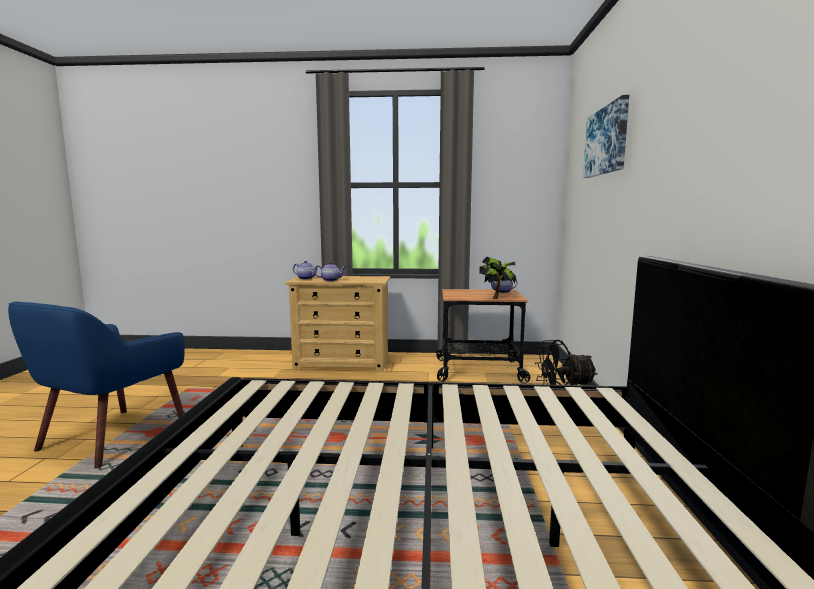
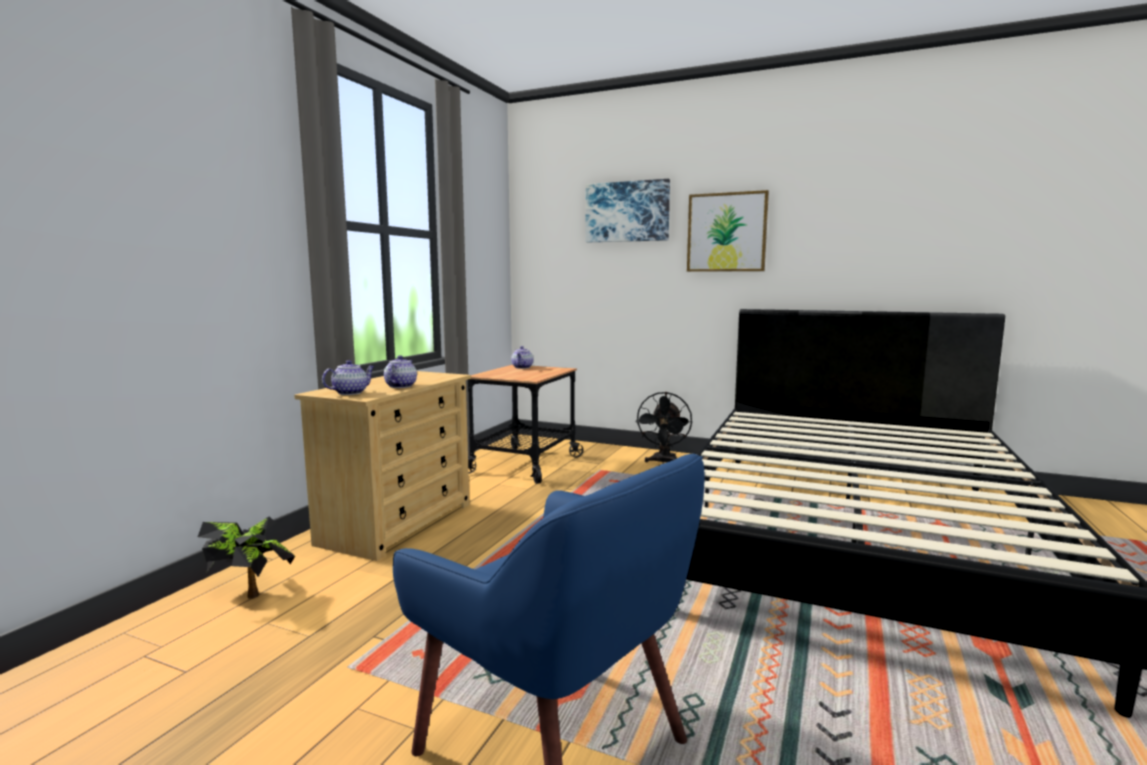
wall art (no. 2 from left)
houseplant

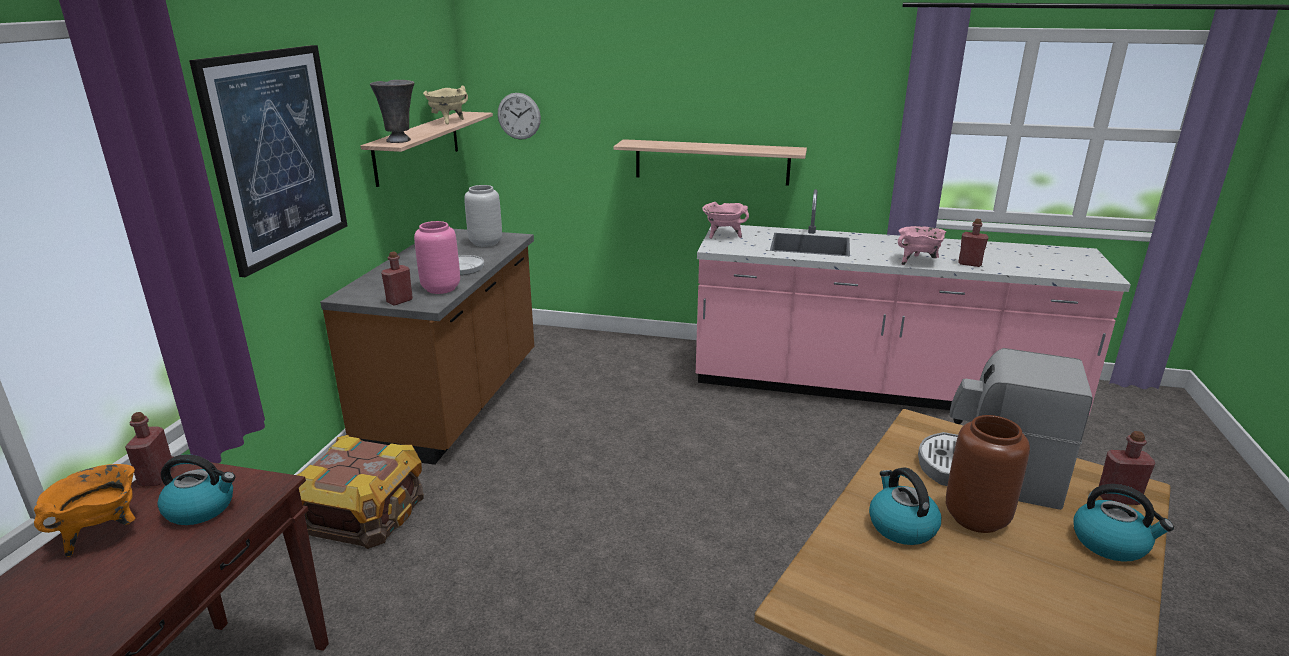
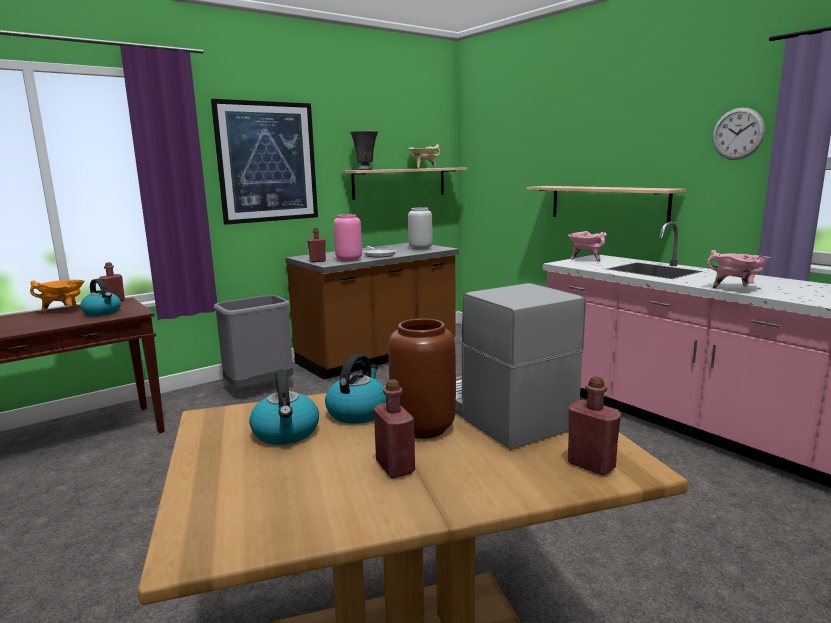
hanging clock
reddish drink bottle (no. 3 from left)
kettle (no. 2 from left)
grey trash can

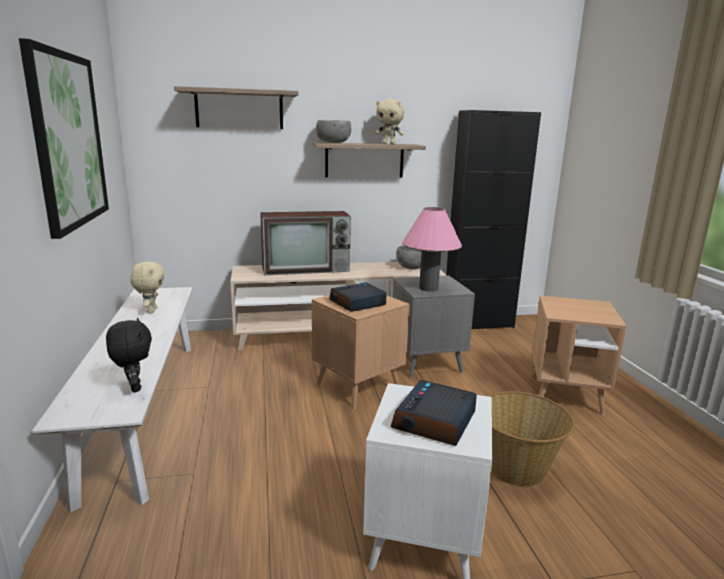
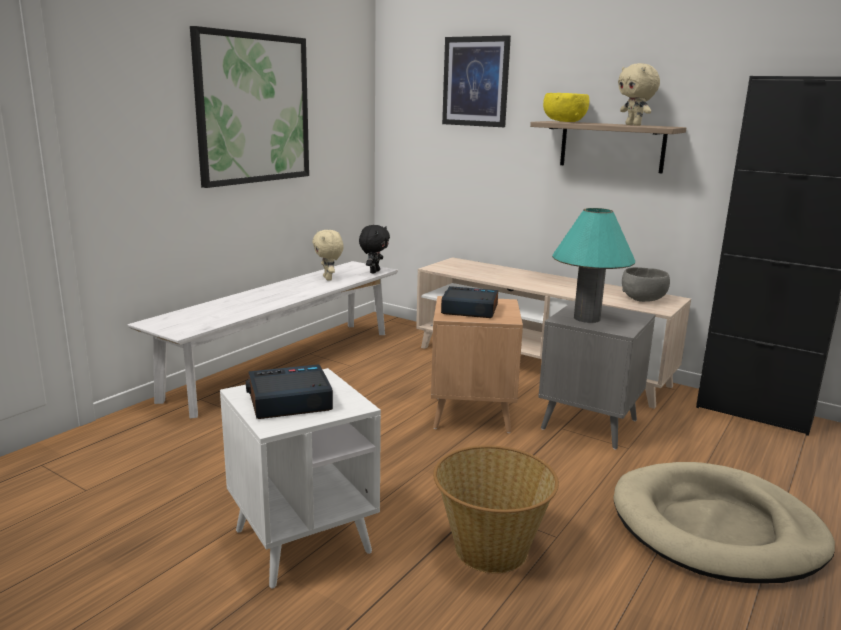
television
blackish soft toy
wall art (no. 2 from left)
sand-coloured dog cushion
yellow-coloured bowl
turquoise tabletop lamp
sand-coloured soft toy (no. 1 from left)

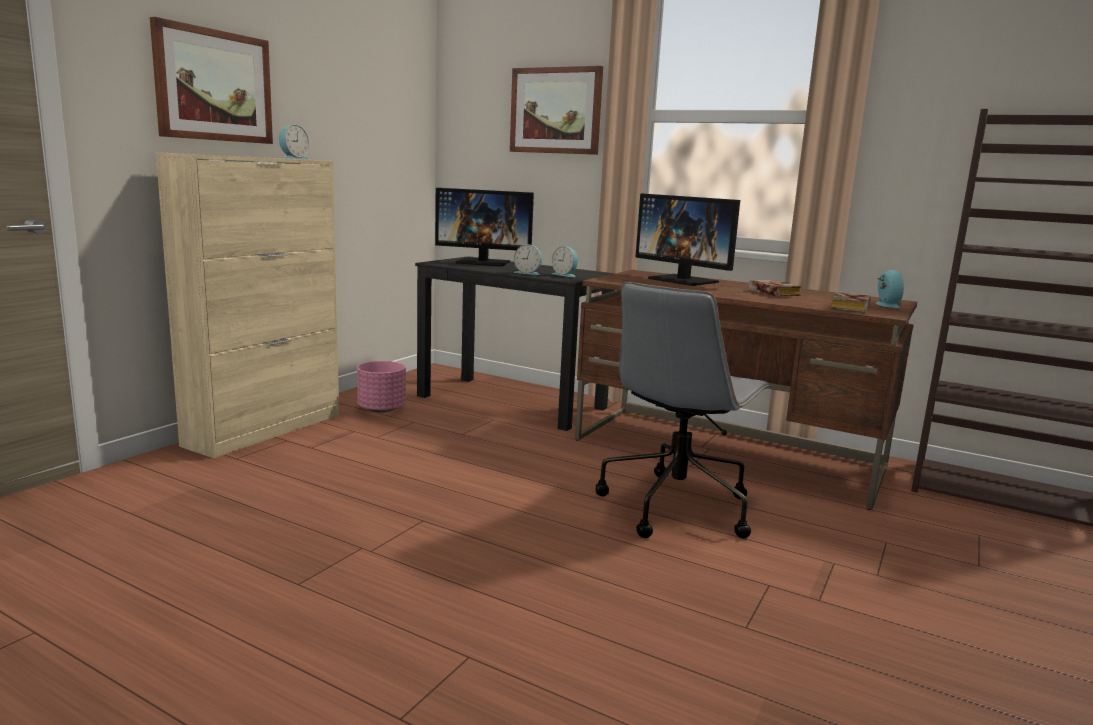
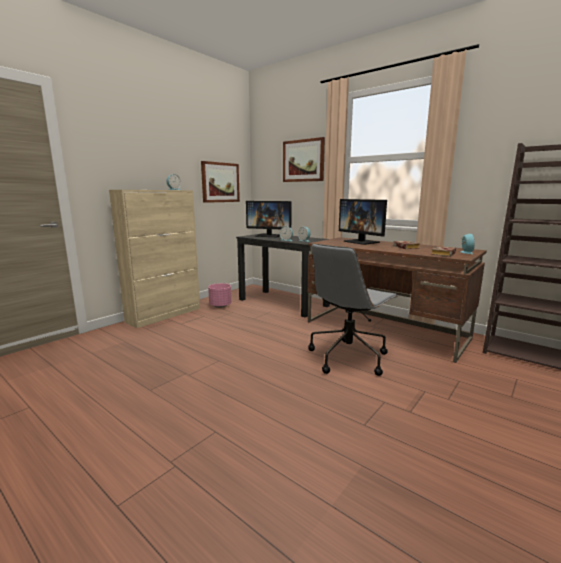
wall art (no. 1 from left)

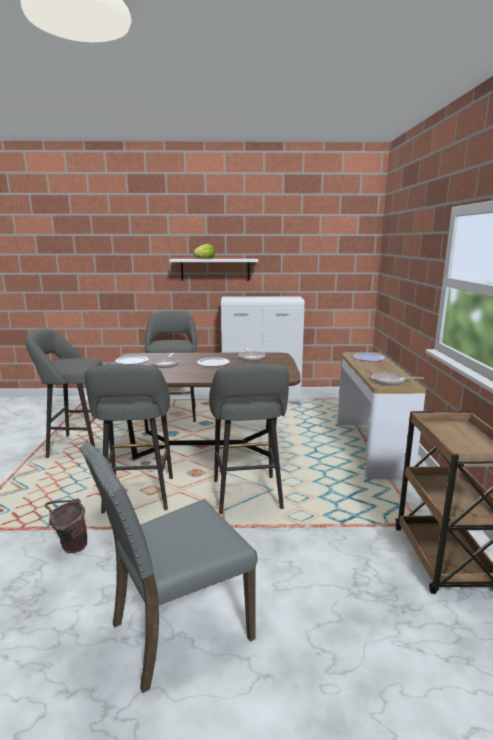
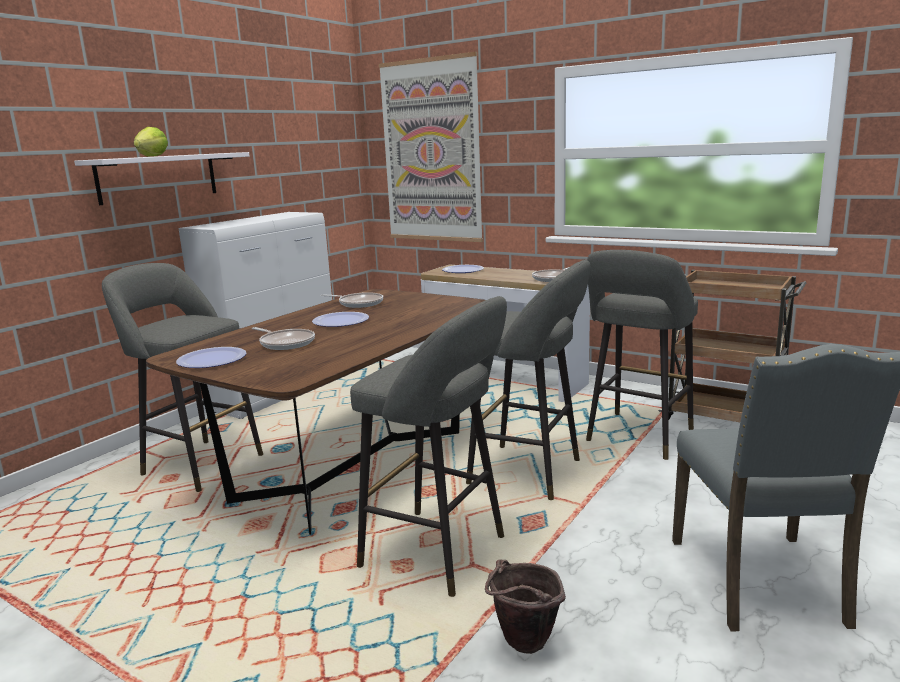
wall art
grey stool (no. 4 from left)

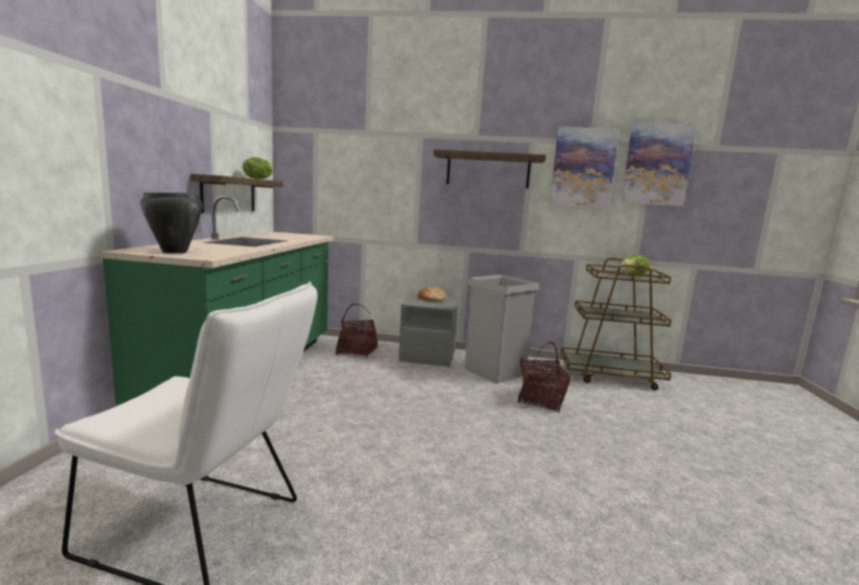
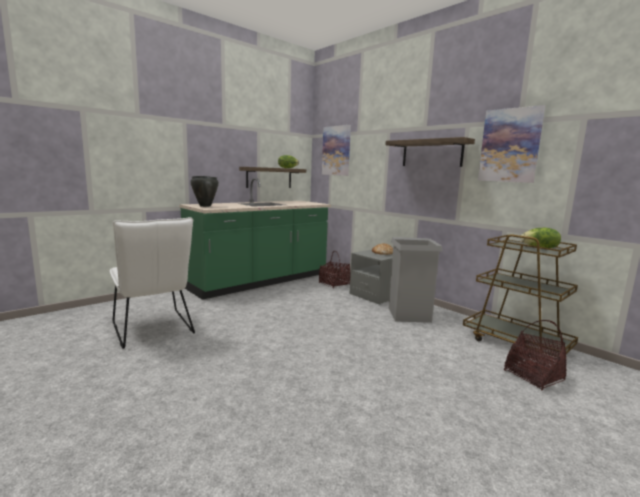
storage basket (no. 2 from left)
wall art (no. 1 from left)

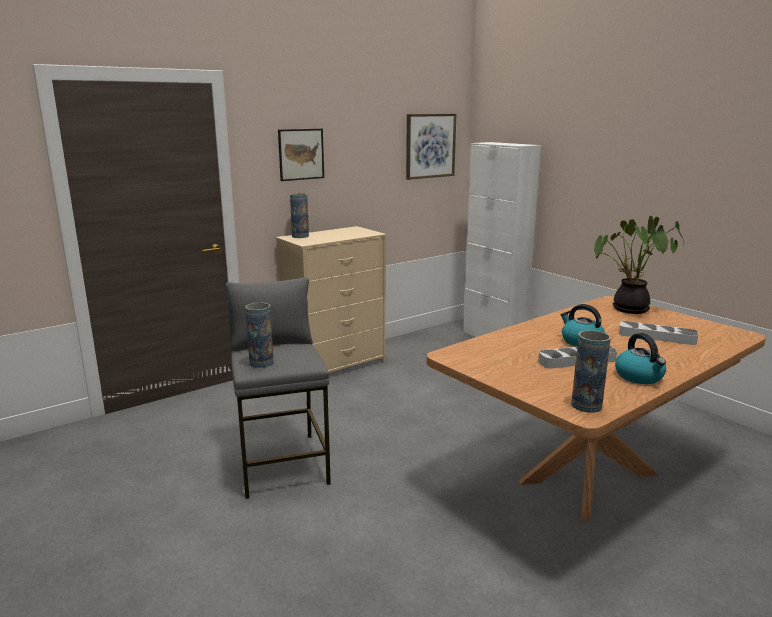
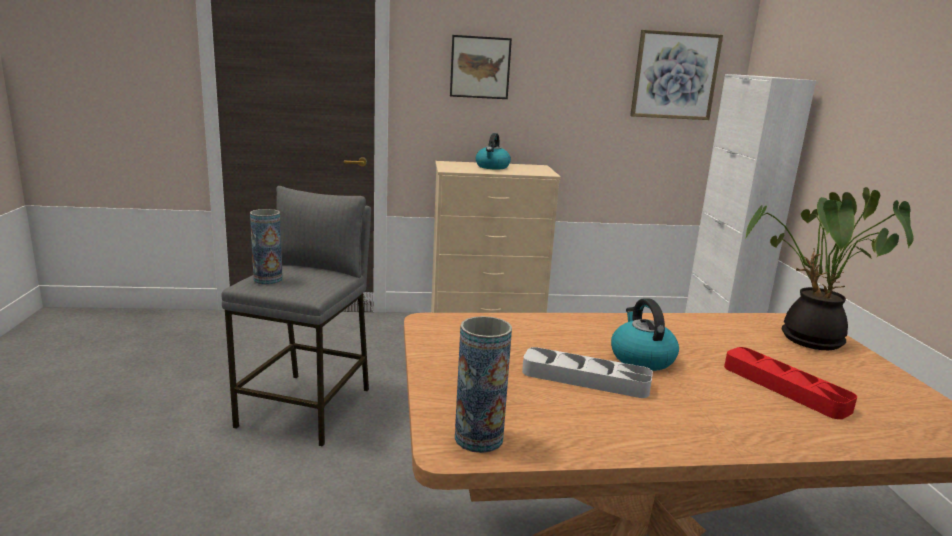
decorative vase (no. 2 from left in the first image)
kettle (no. 1 from left)
reddish tray

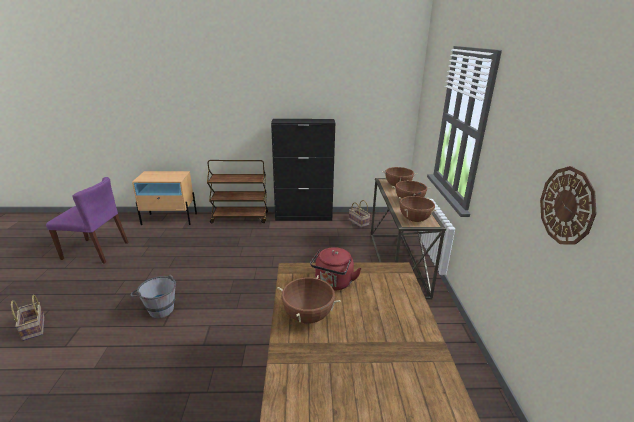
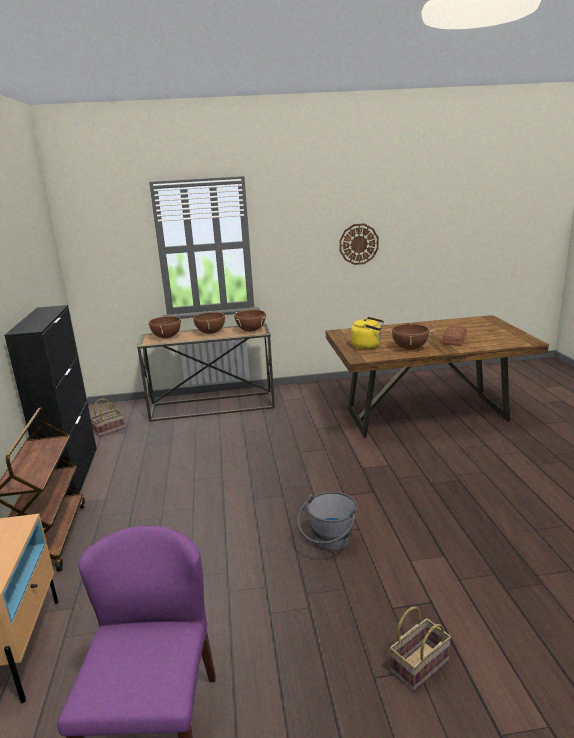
bakery bread
yellow-coloured kettle

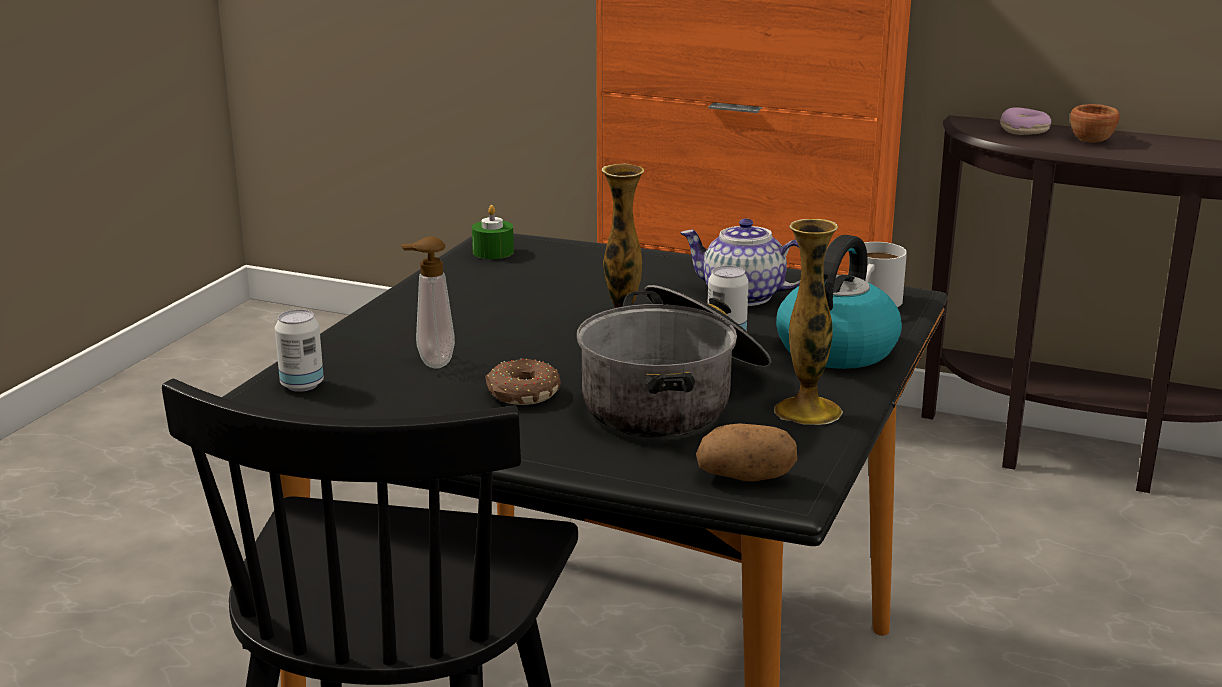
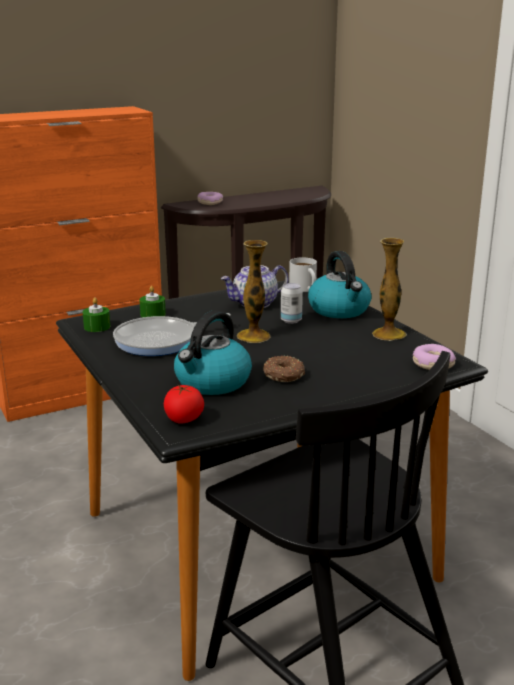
saucepot
brown small cup
pan
green candle (no. 2 from left)
whole tomato
kettle (no. 1 from left)
doughnut (no. 3 from left)

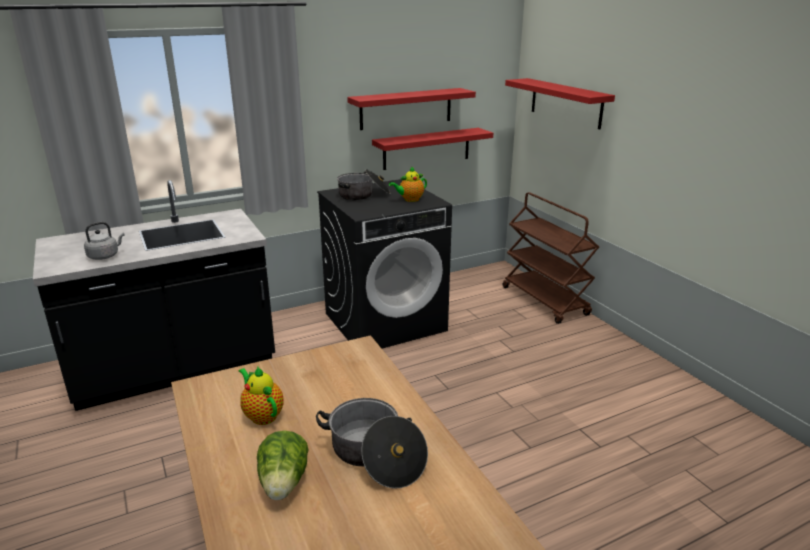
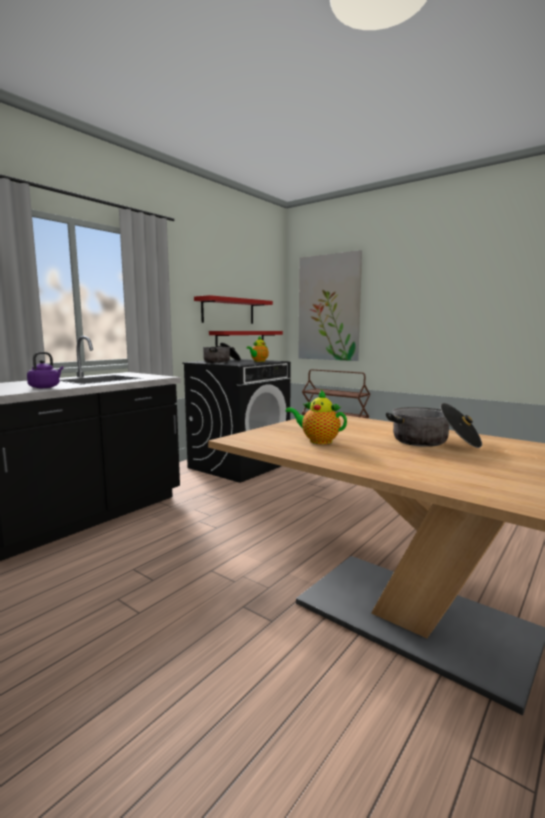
lettuce head
wall art
purple kettle

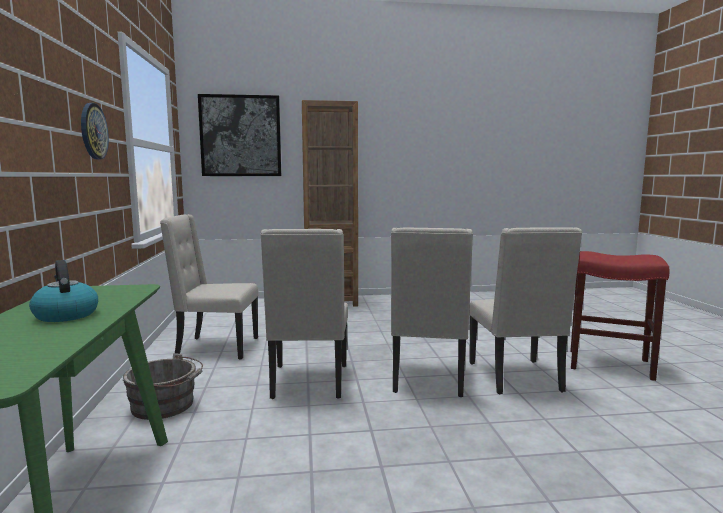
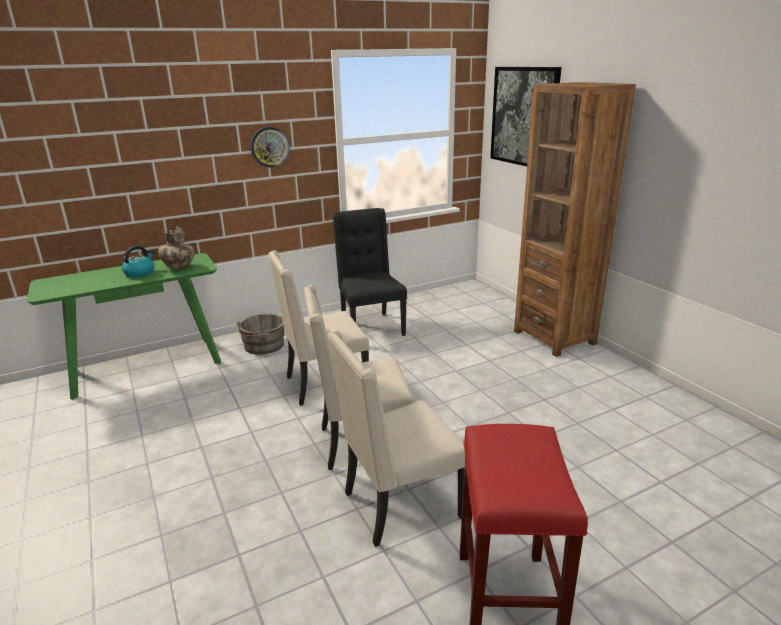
decorative vase
blackish plain chair

